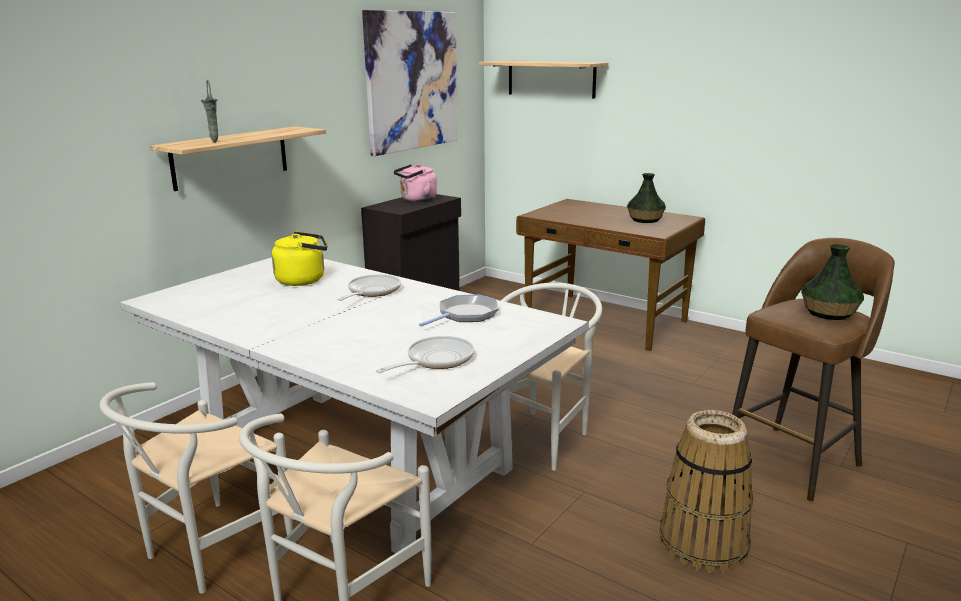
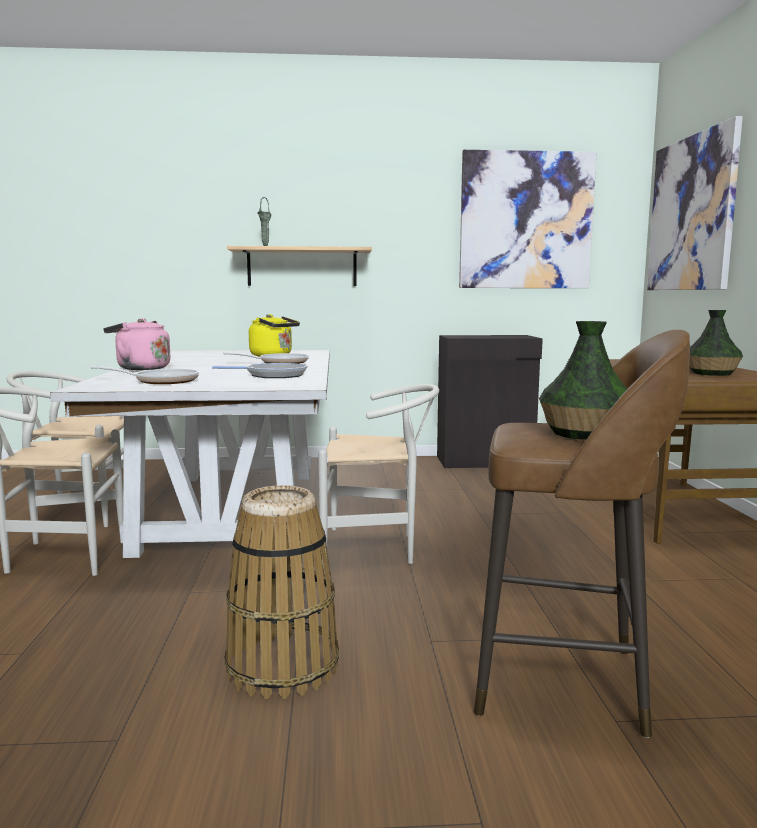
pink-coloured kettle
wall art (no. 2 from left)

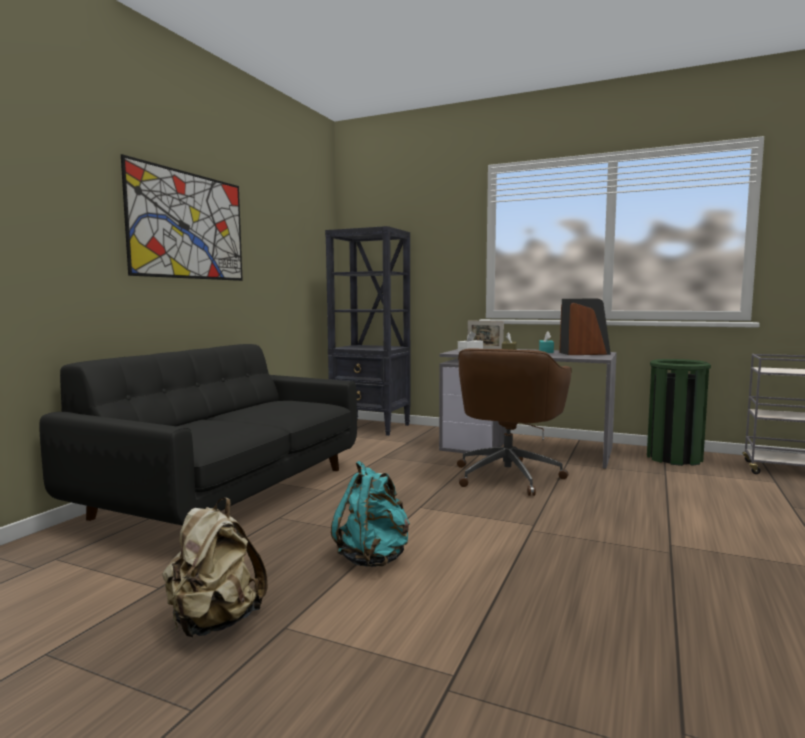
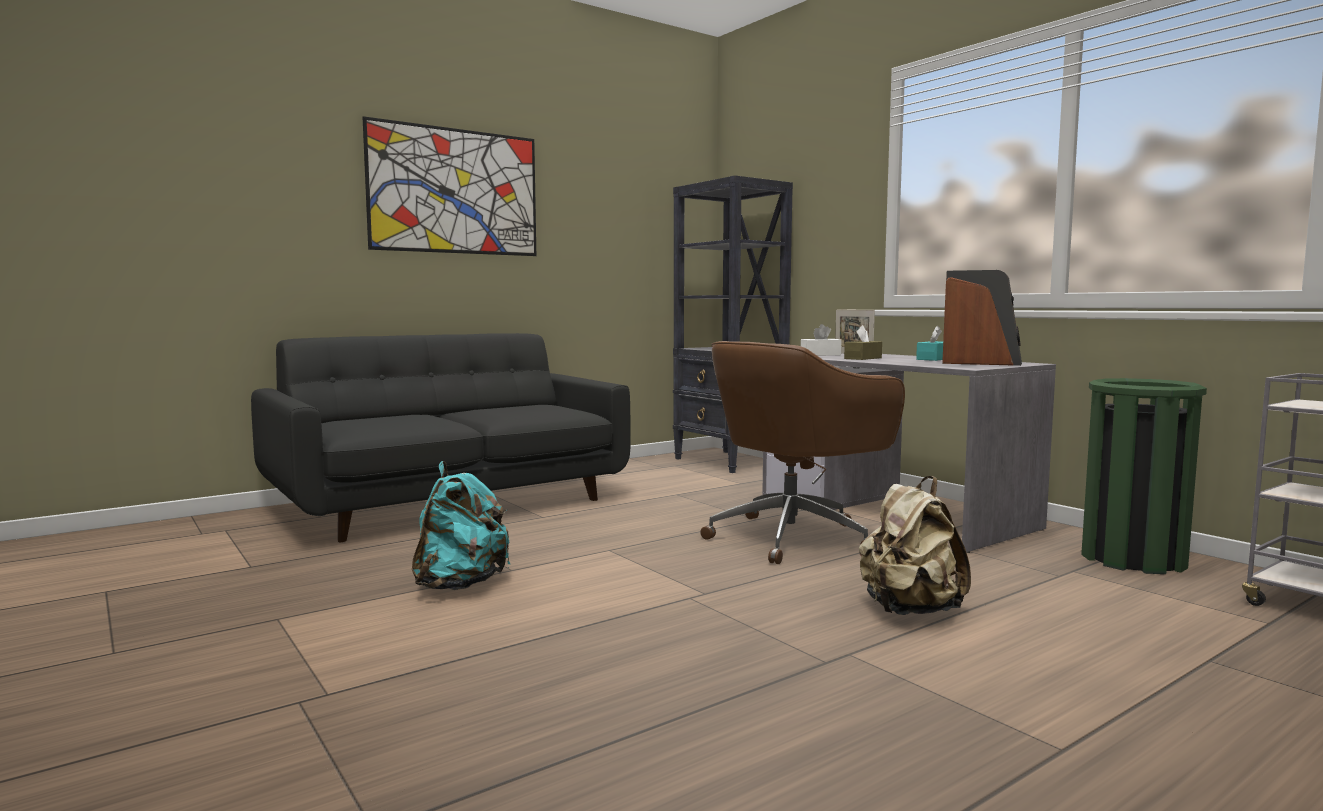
sand-coloured backpack

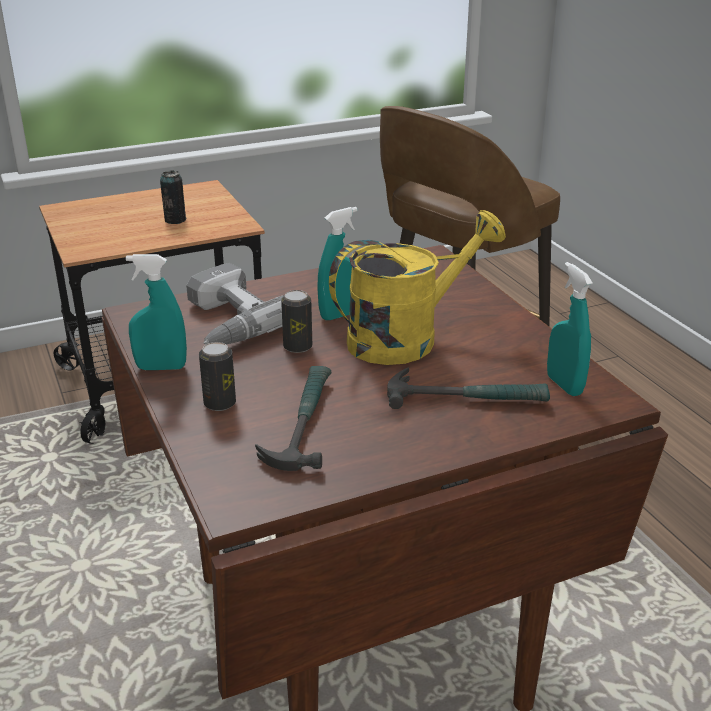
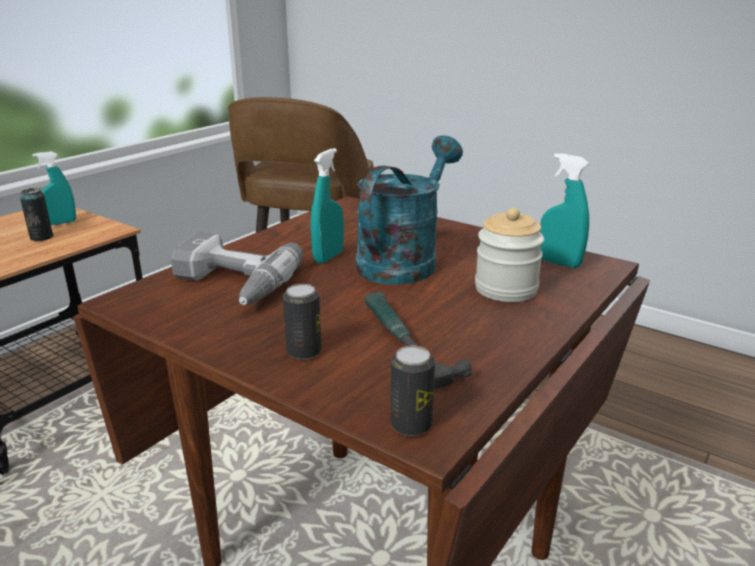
turquoise hand sprayer (no. 1 from left)
sealed can (no. 3 from left)
preserve jar
turquoise watering can

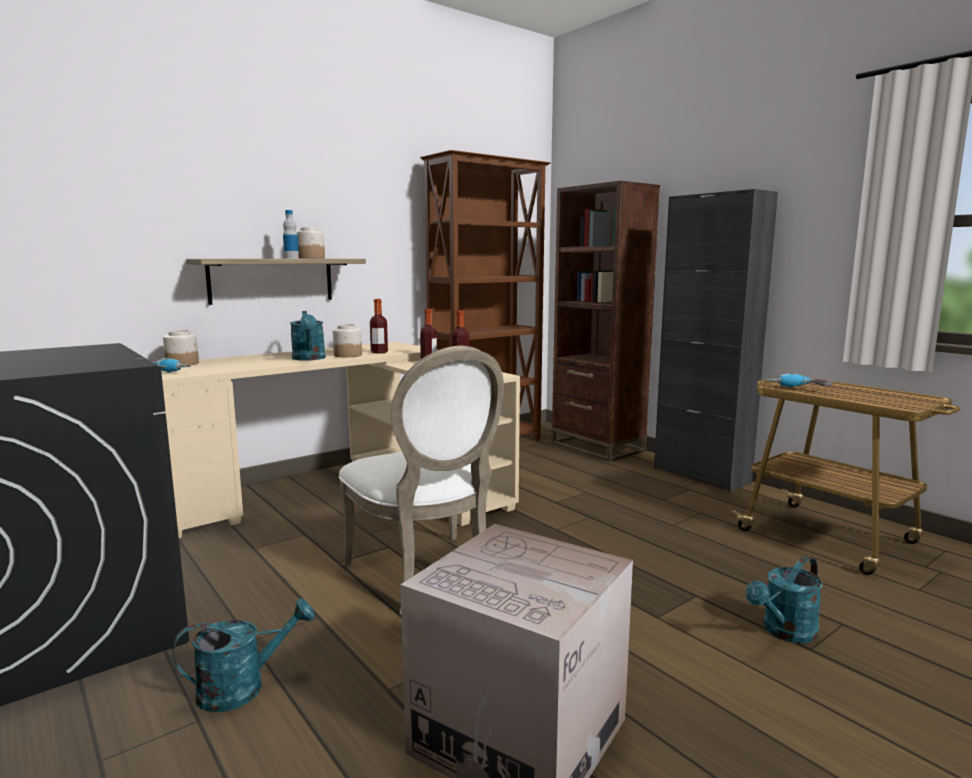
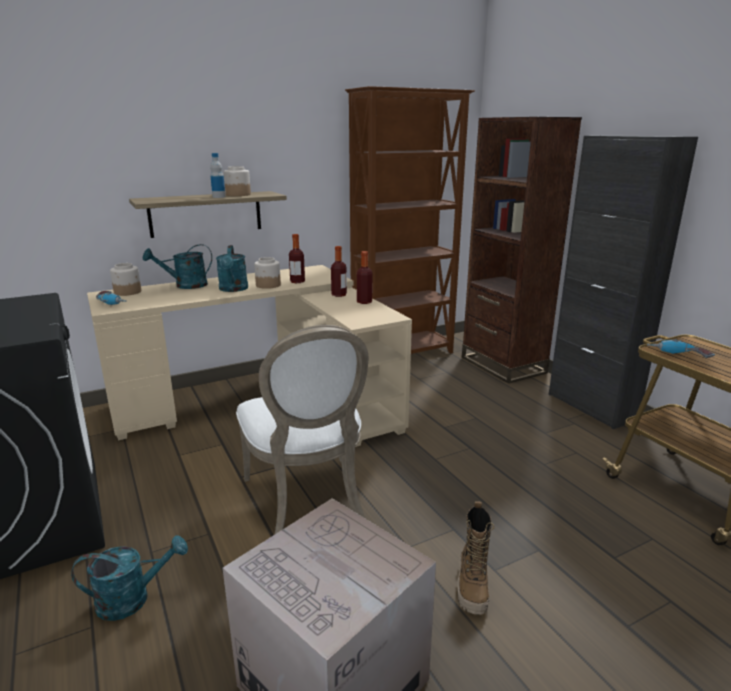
boot
turquoise watering can (no. 2 from left)

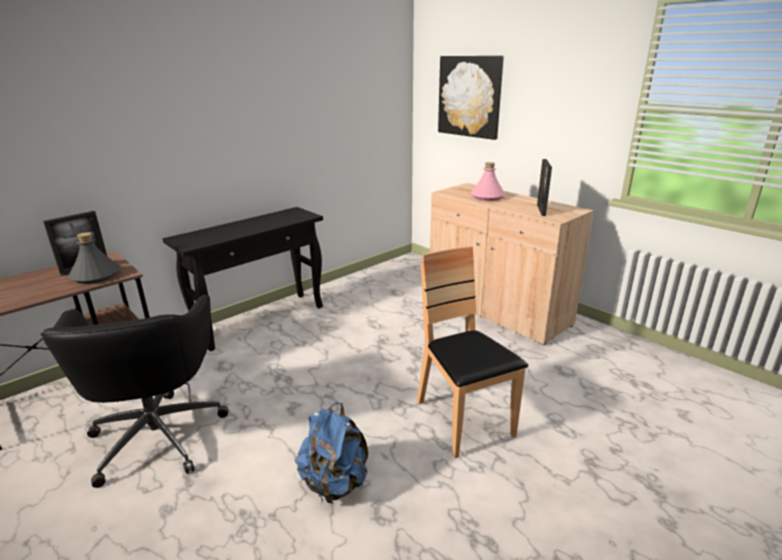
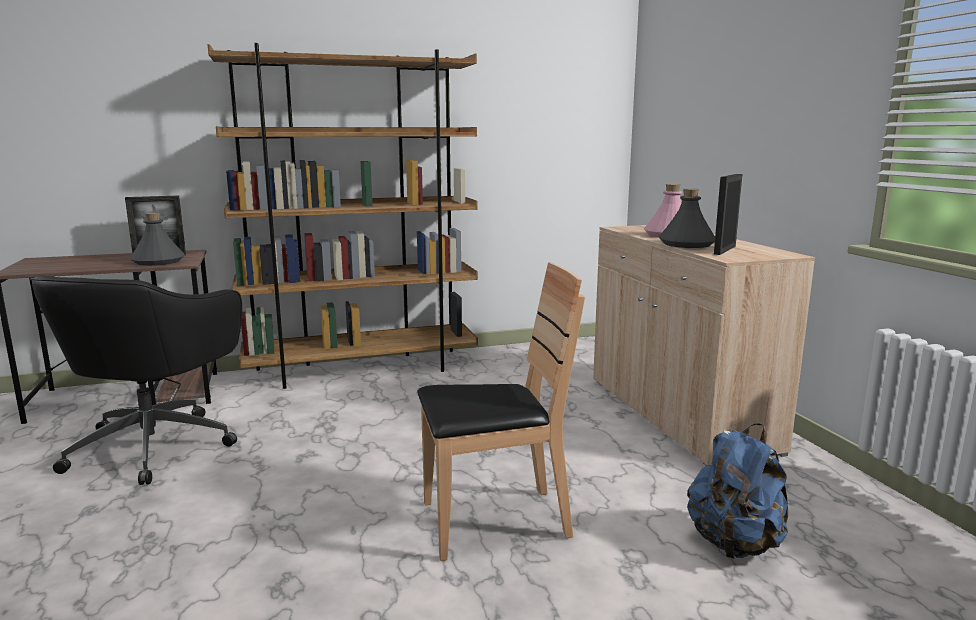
wall art
grey drink bottle (no. 2 from left)
bluish backpack
brown bookshelf
brown plain chair

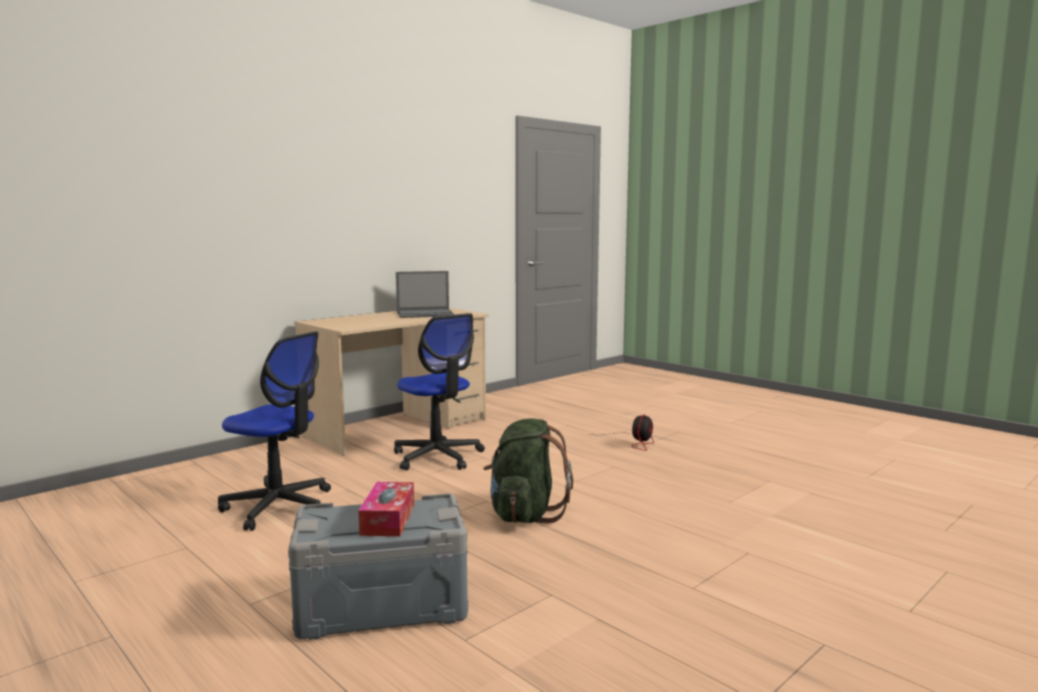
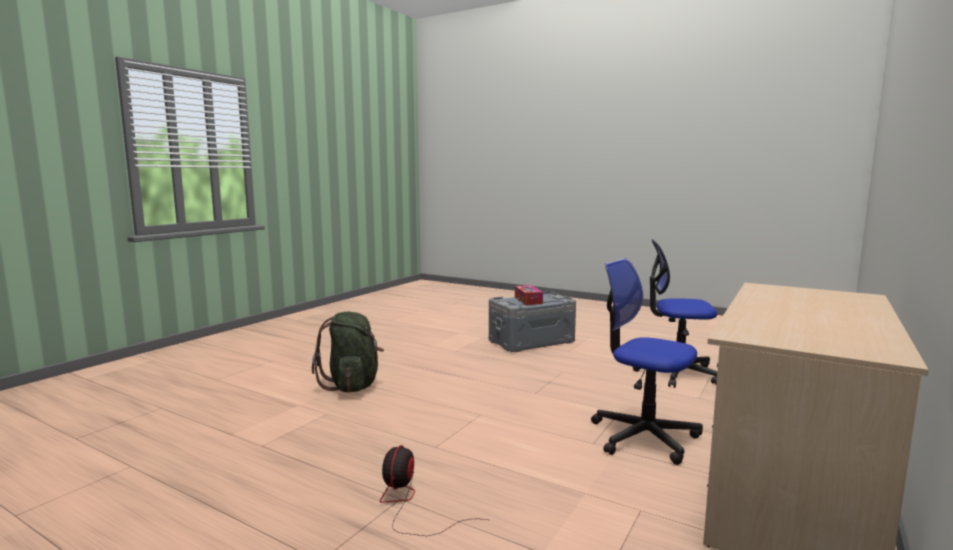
portable computer
green backpack

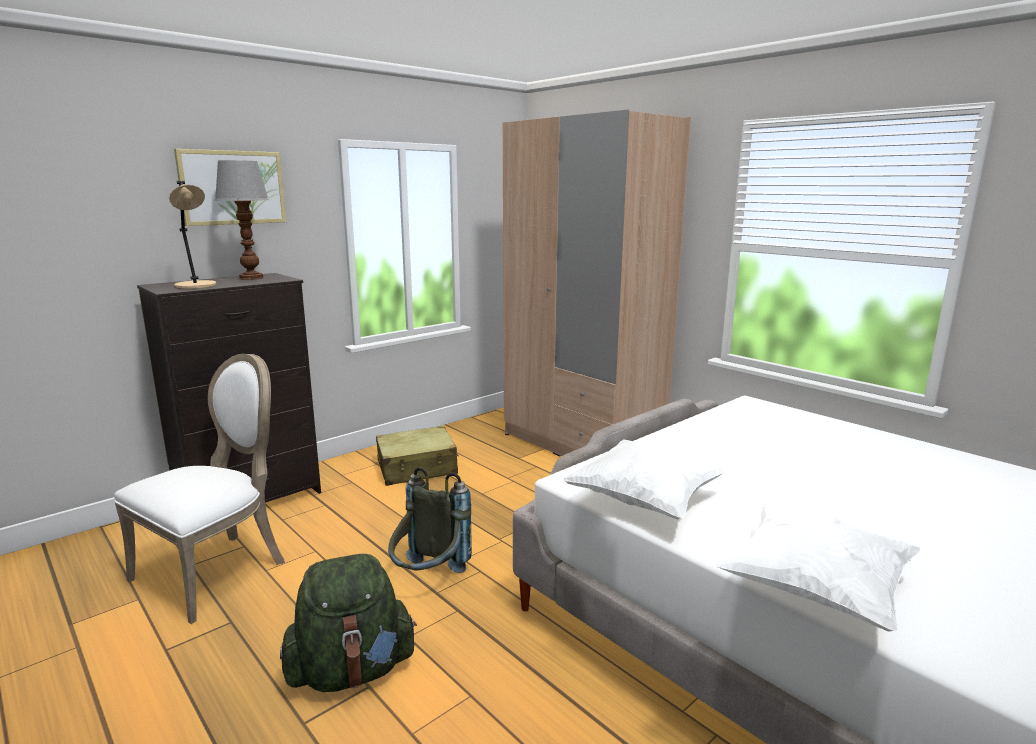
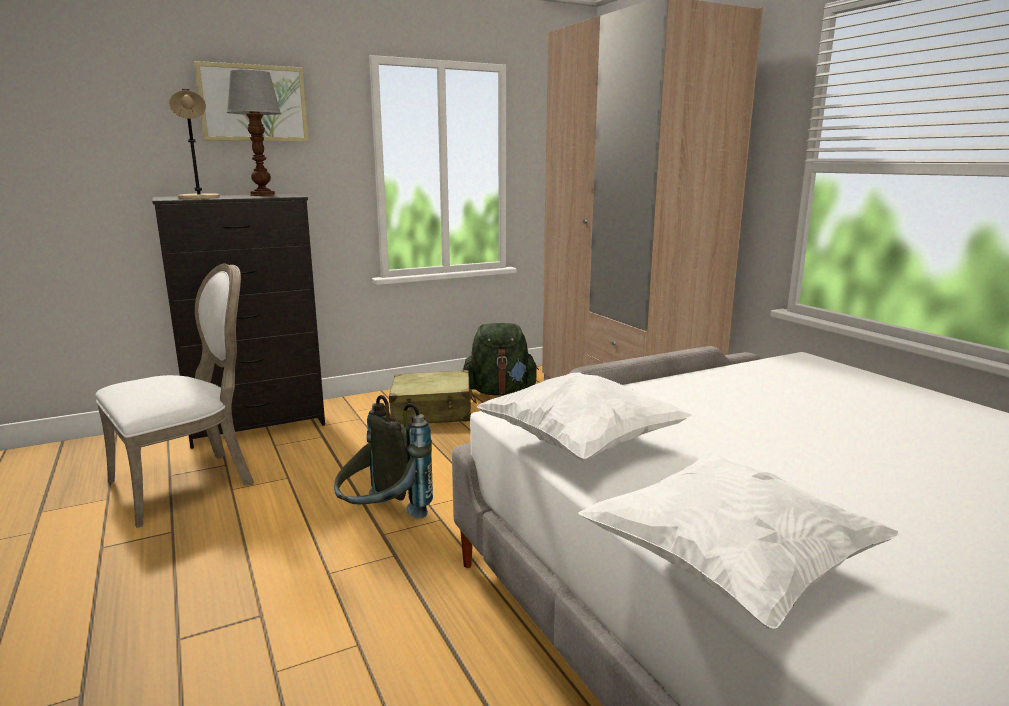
green backpack

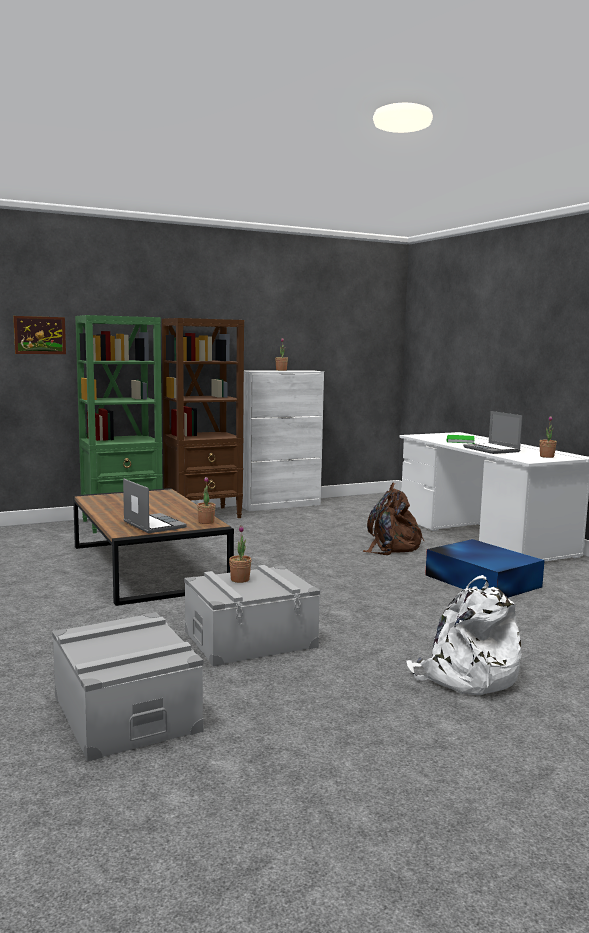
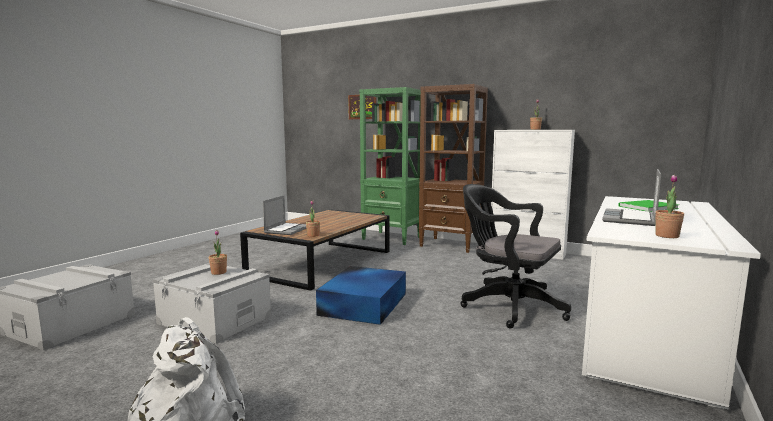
bluish storage container
blackish desk chair

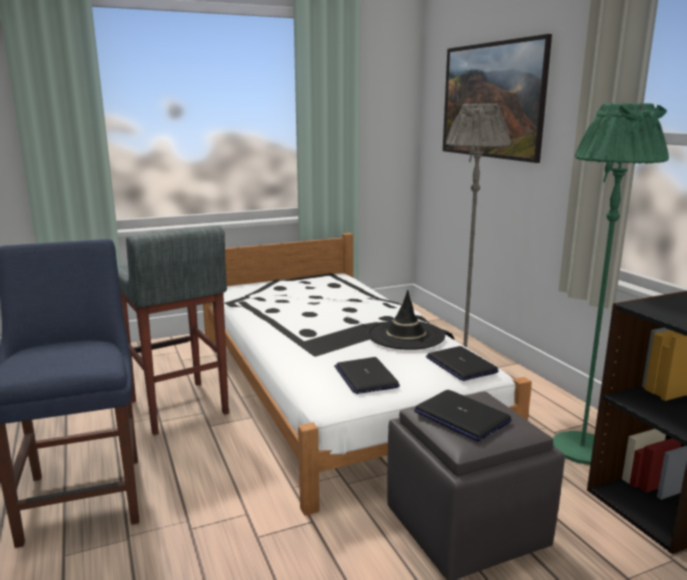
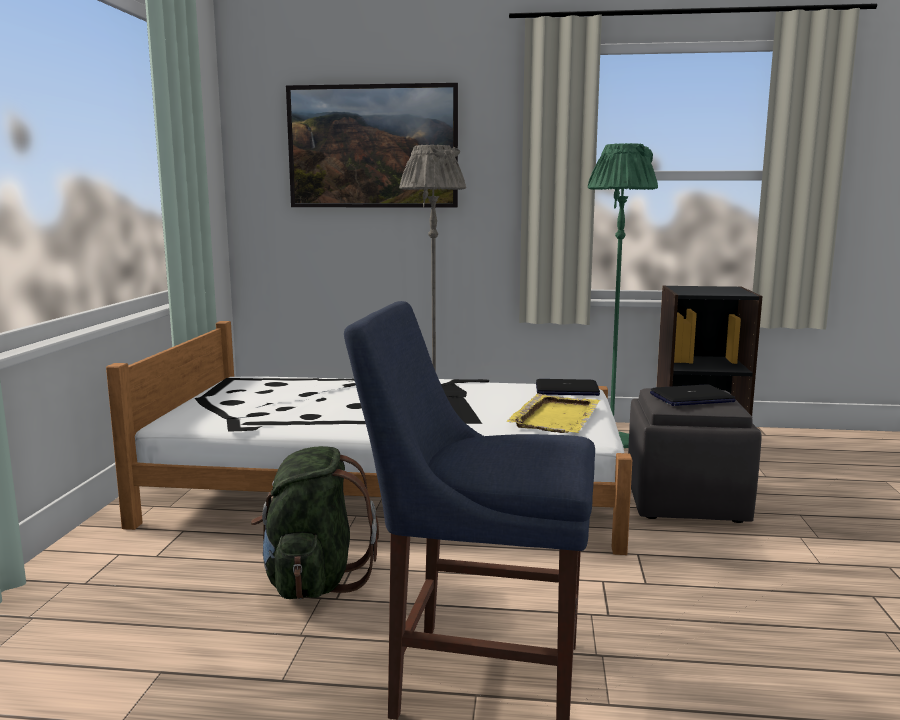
blackish hat
green backpack
yellow-coloured tray

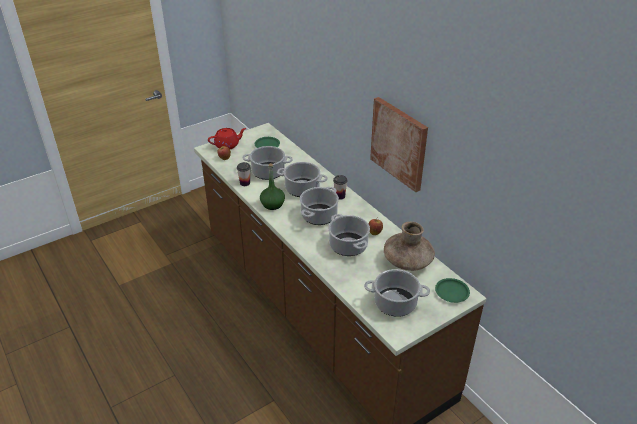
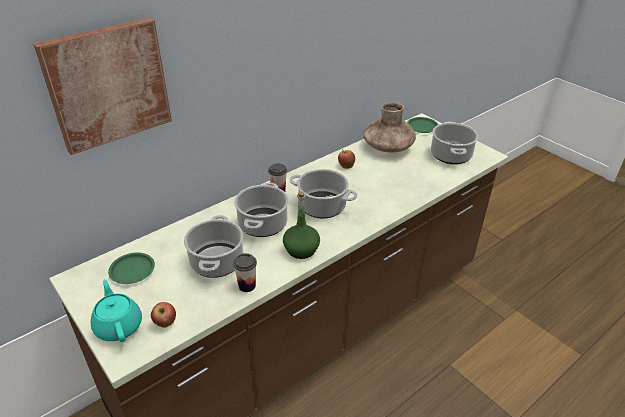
saucepot (no. 4 from left in the first image)
wall art
turquoise pot for tea

